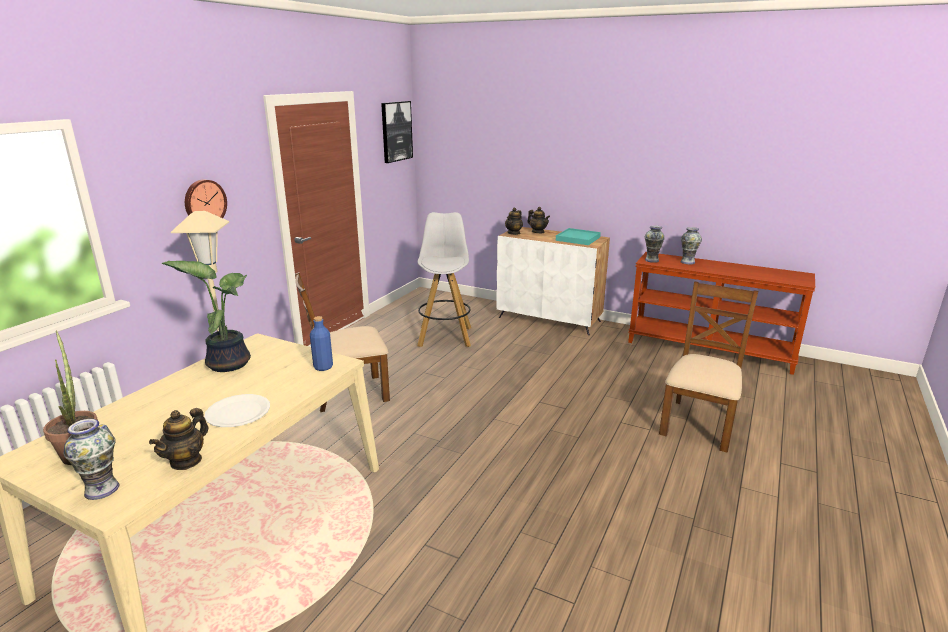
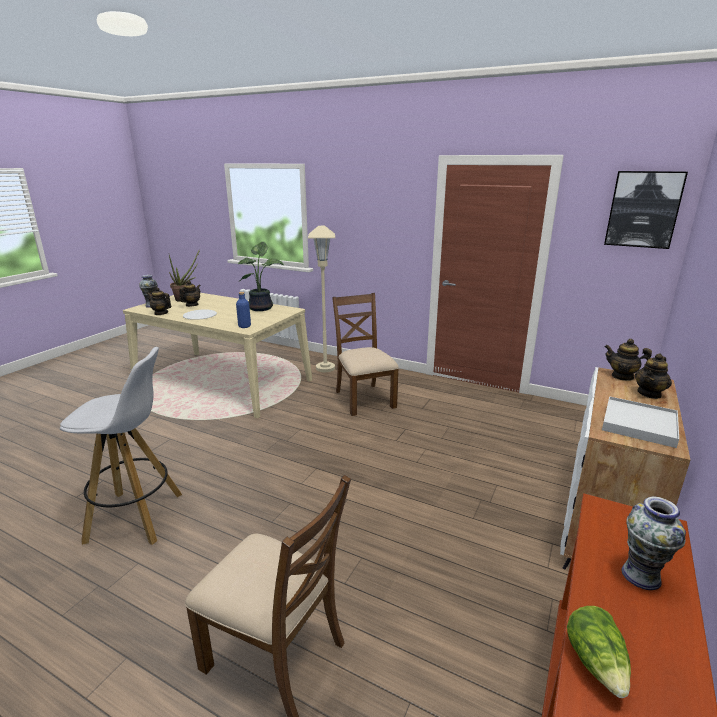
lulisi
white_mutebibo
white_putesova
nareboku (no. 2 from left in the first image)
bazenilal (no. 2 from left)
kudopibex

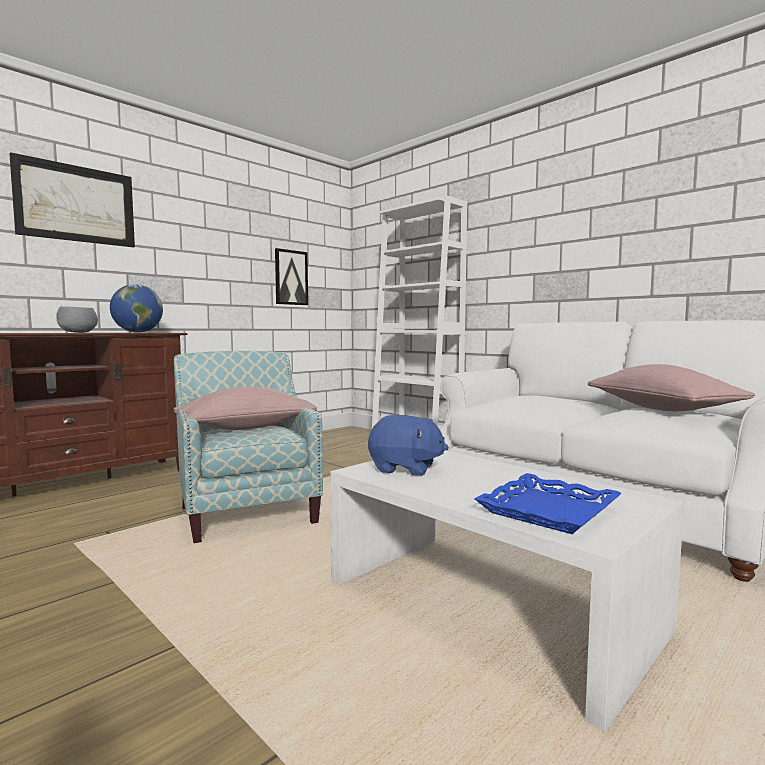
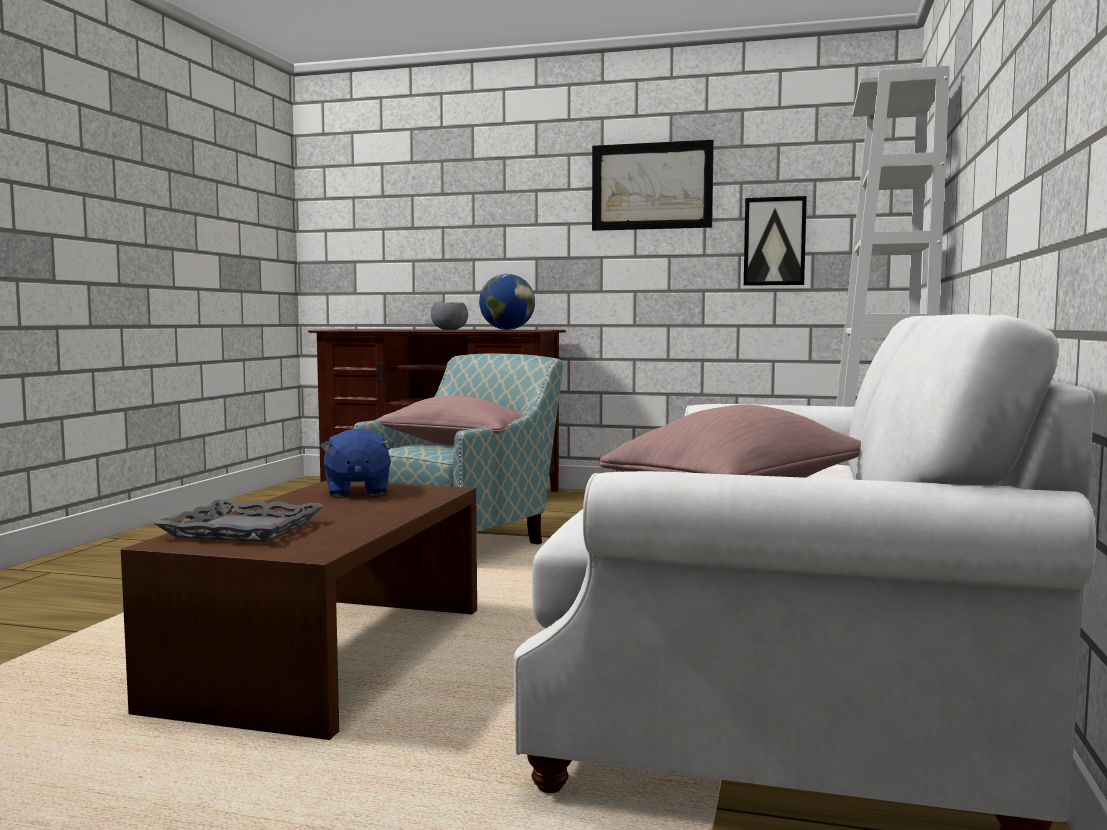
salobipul (no. 1 from left)
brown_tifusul
grey_putesova

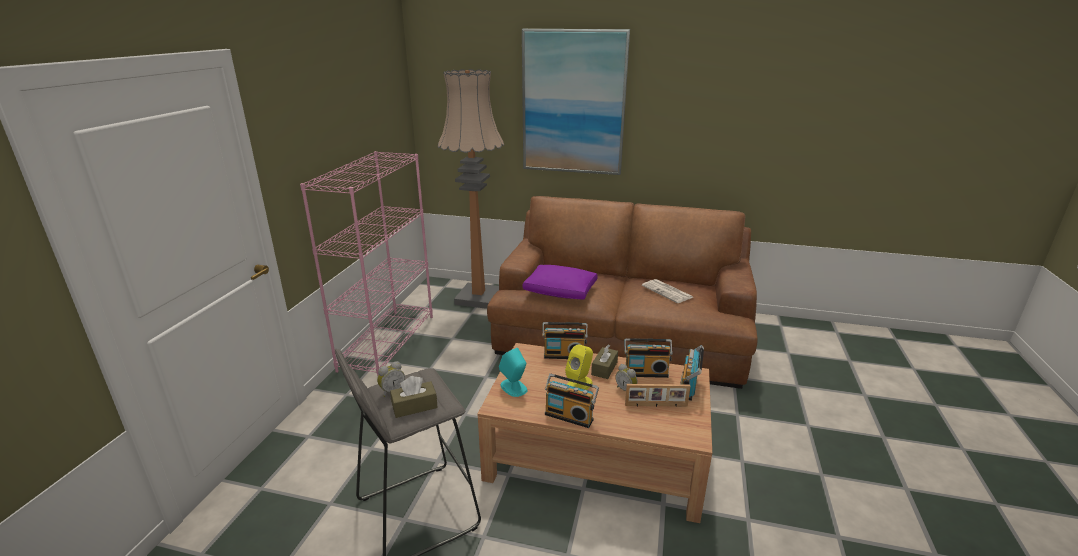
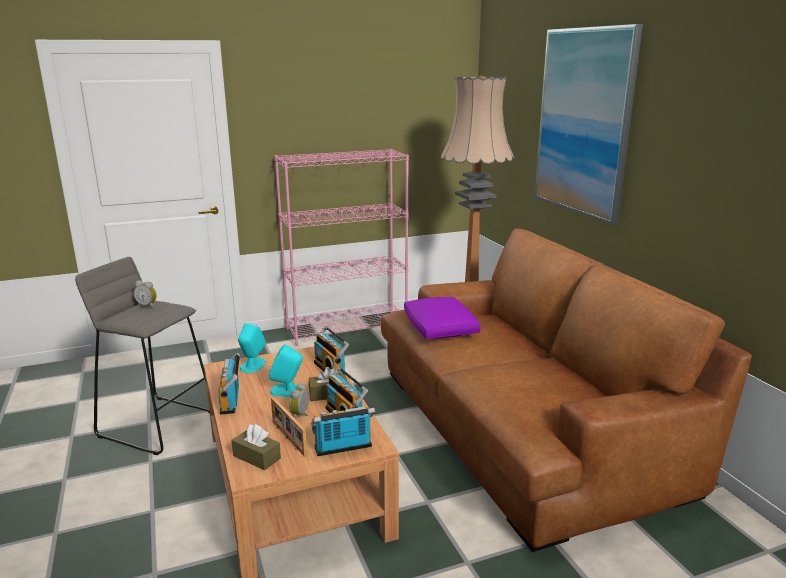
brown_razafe (no. 1 from left)
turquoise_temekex (no. 2 from left)
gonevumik

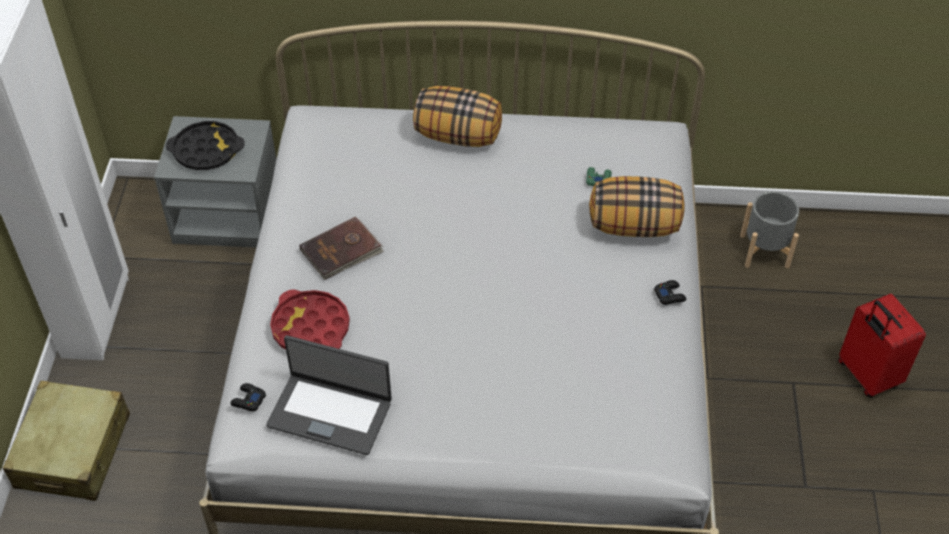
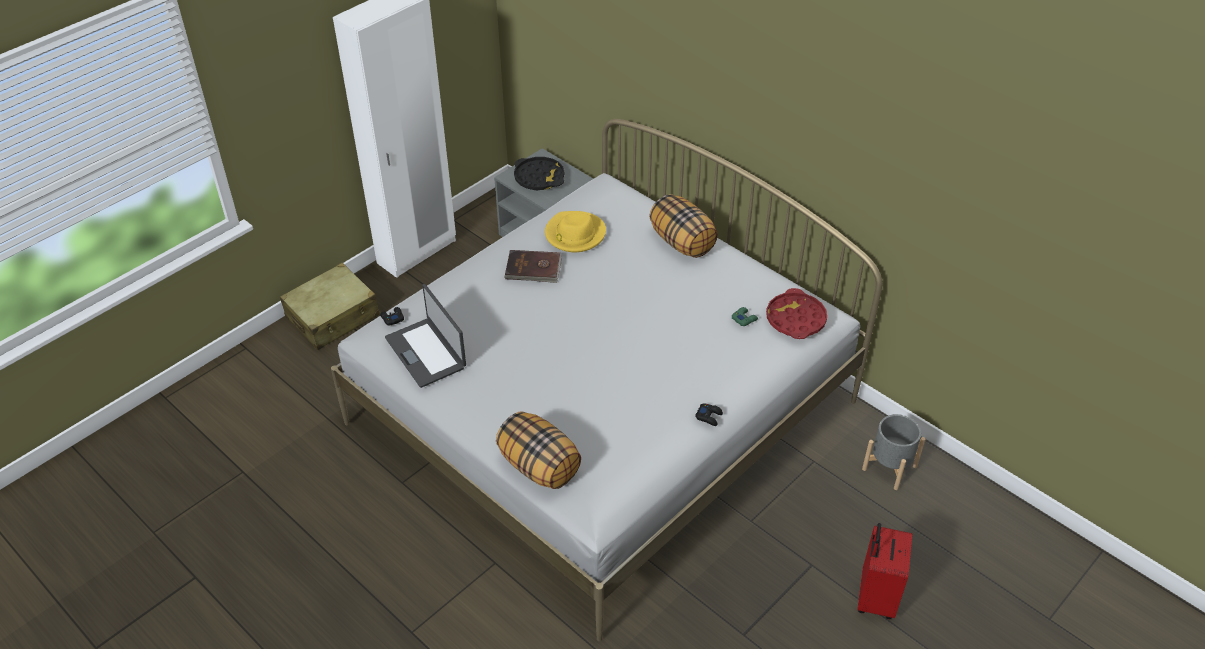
red_putesova
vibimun (no. 1 from left)
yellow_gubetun

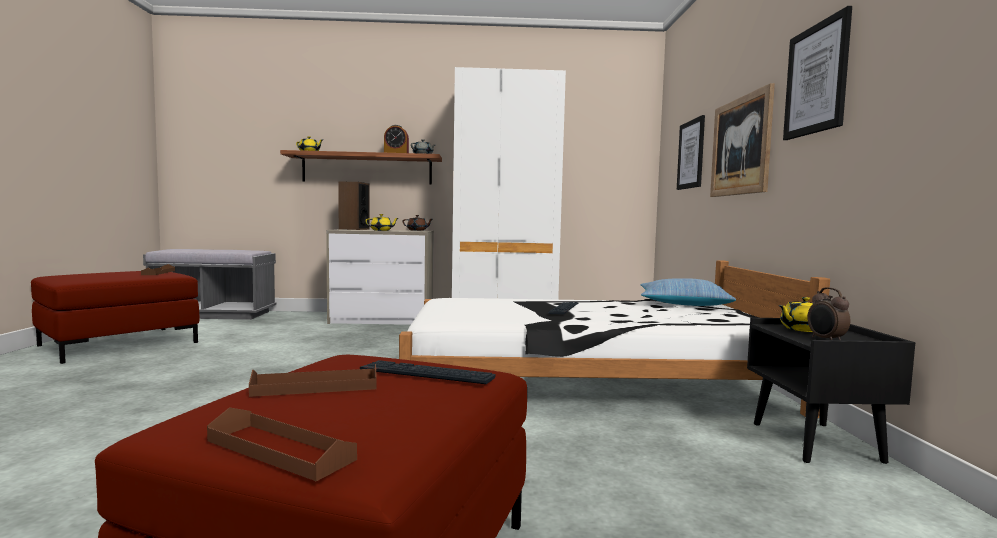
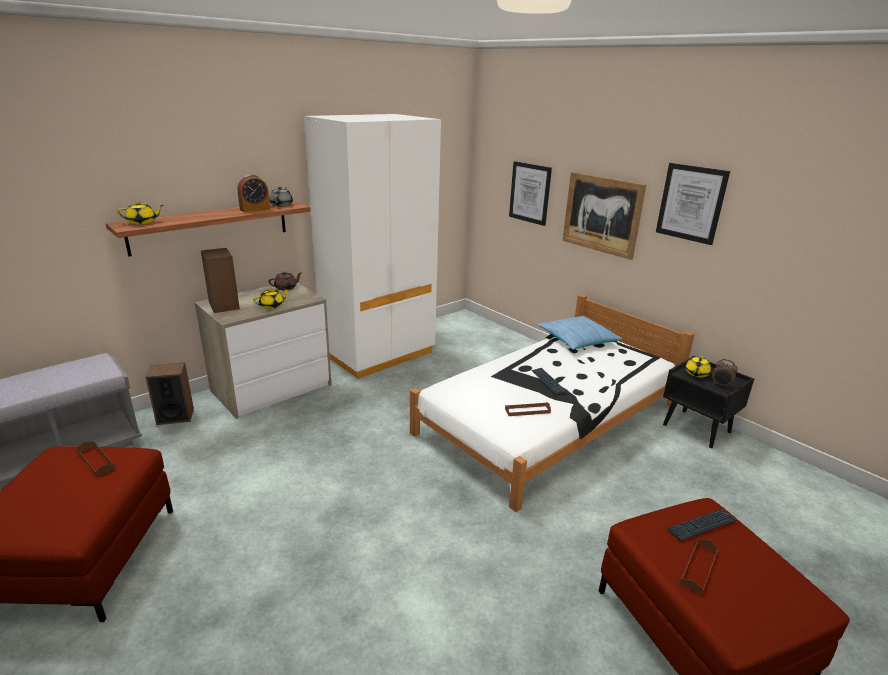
brown_putesova (no. 2 from left)
temekex (no. 1 from left)

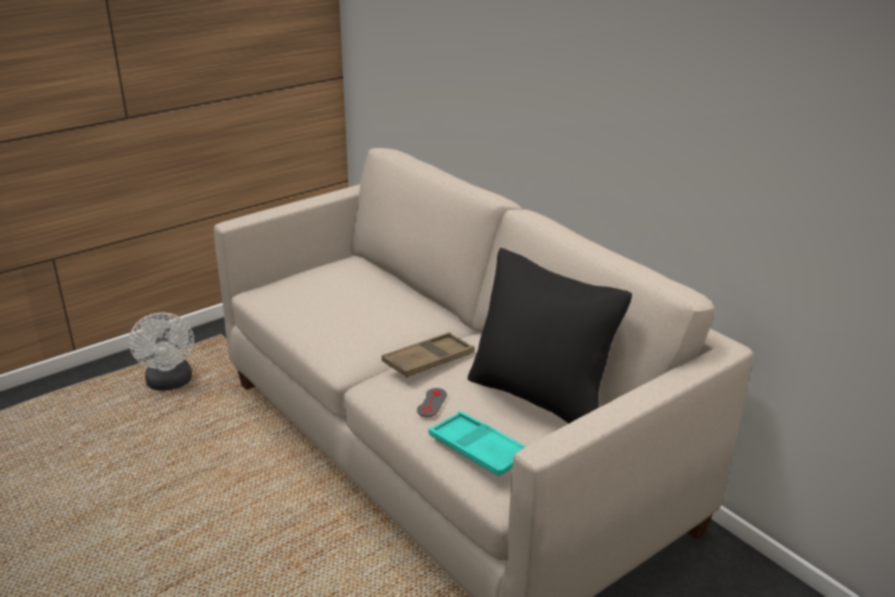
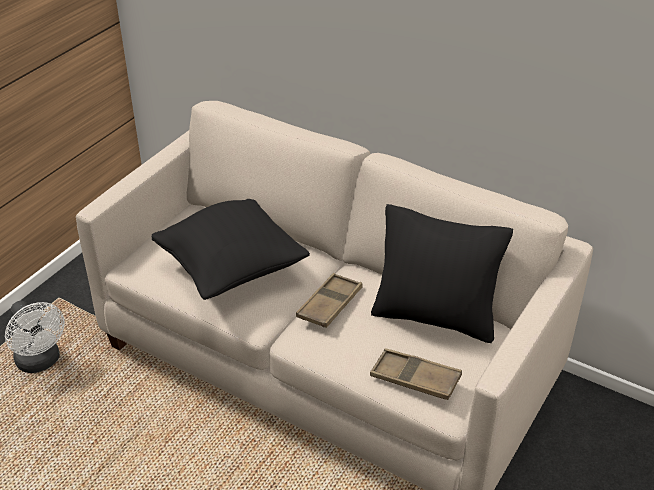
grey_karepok
brown_putesova (no. 2 from left)
black_vibimun (no. 1 from left)

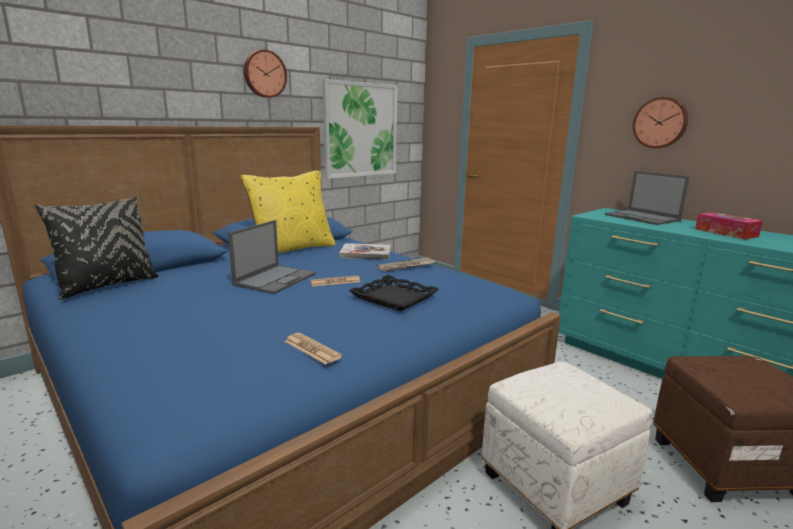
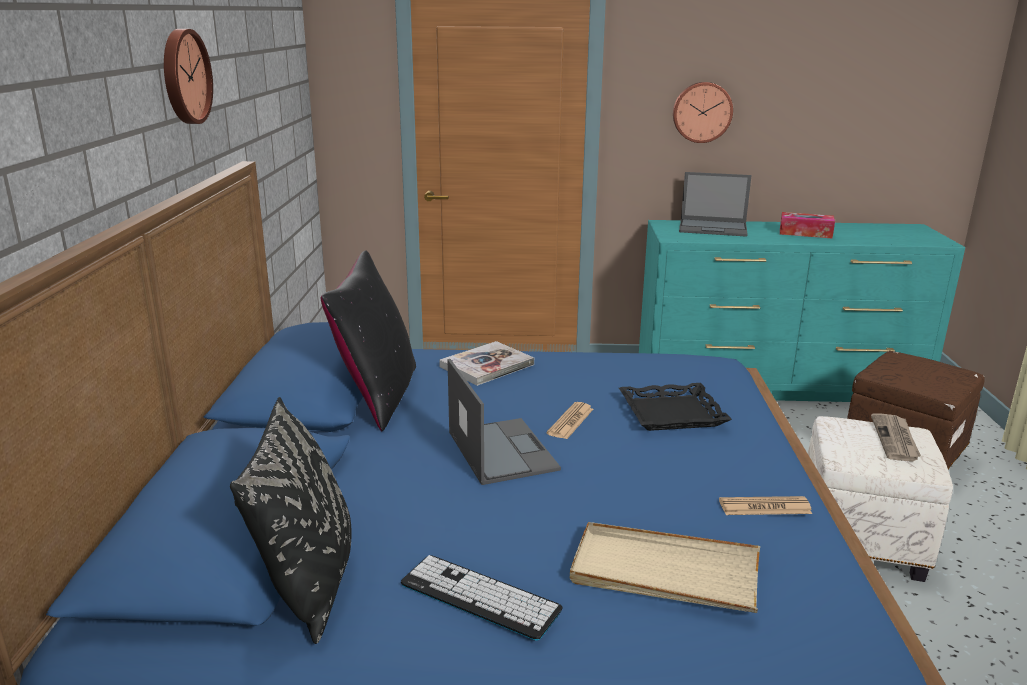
black_vibimun (no. 2 from left)
salobipul
gonevumik (no. 3 from left)
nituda
beige_putesova

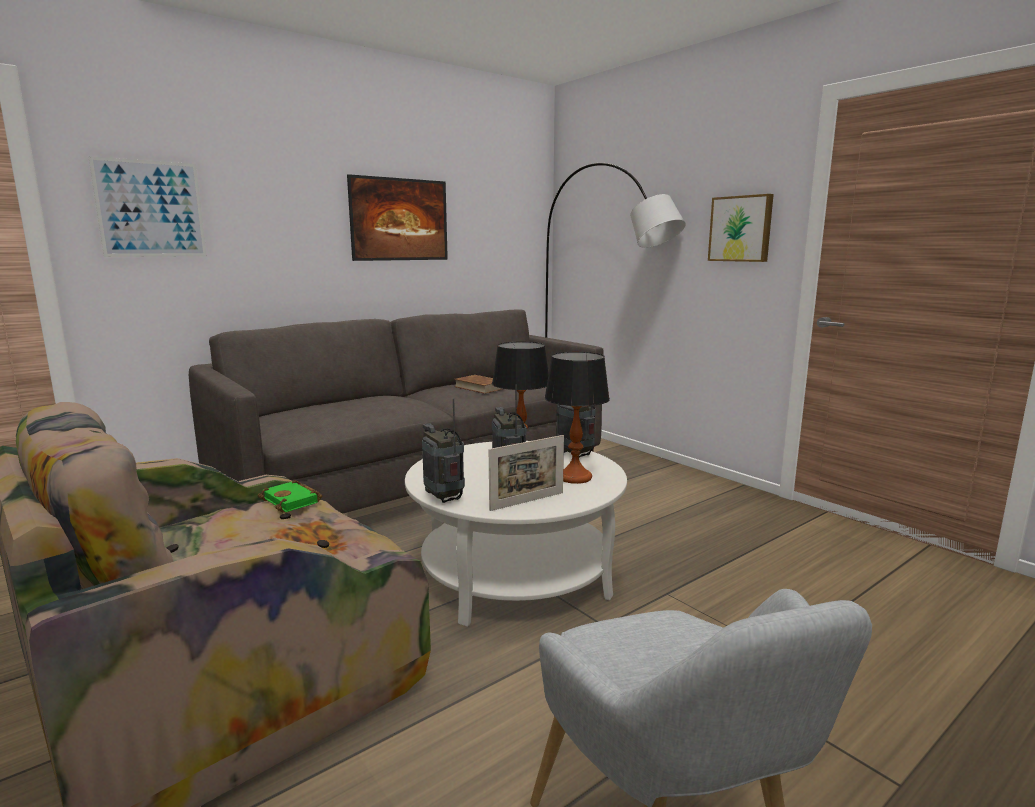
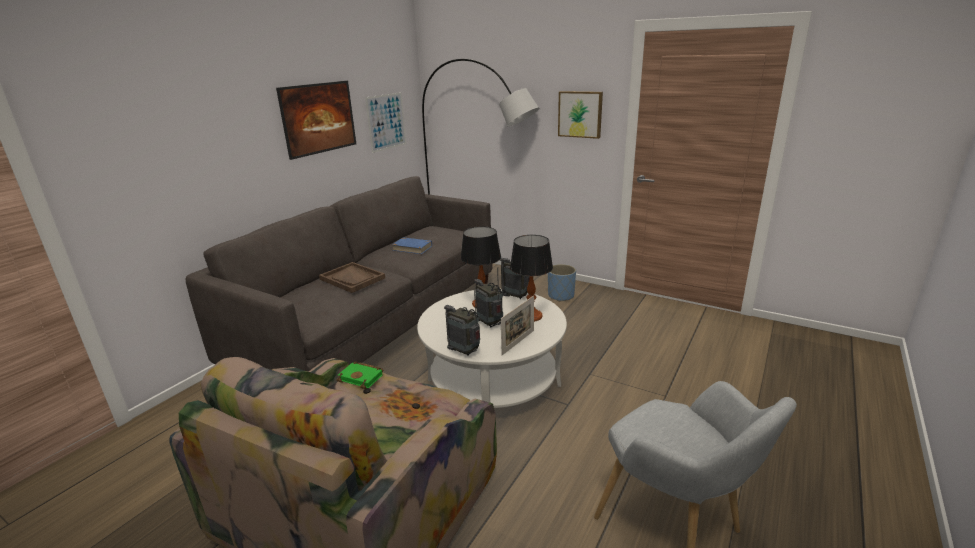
salobipul (no. 2 from left)
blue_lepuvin
brown_putesova
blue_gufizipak

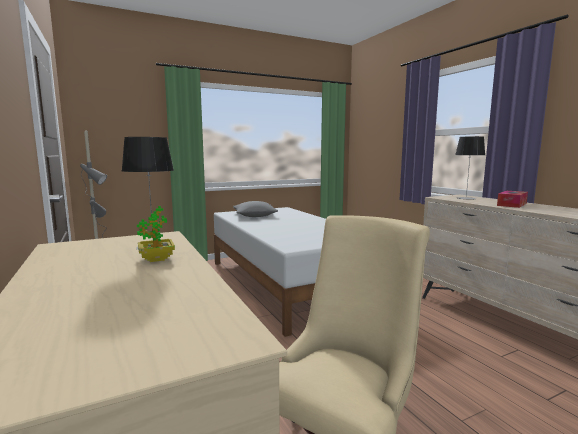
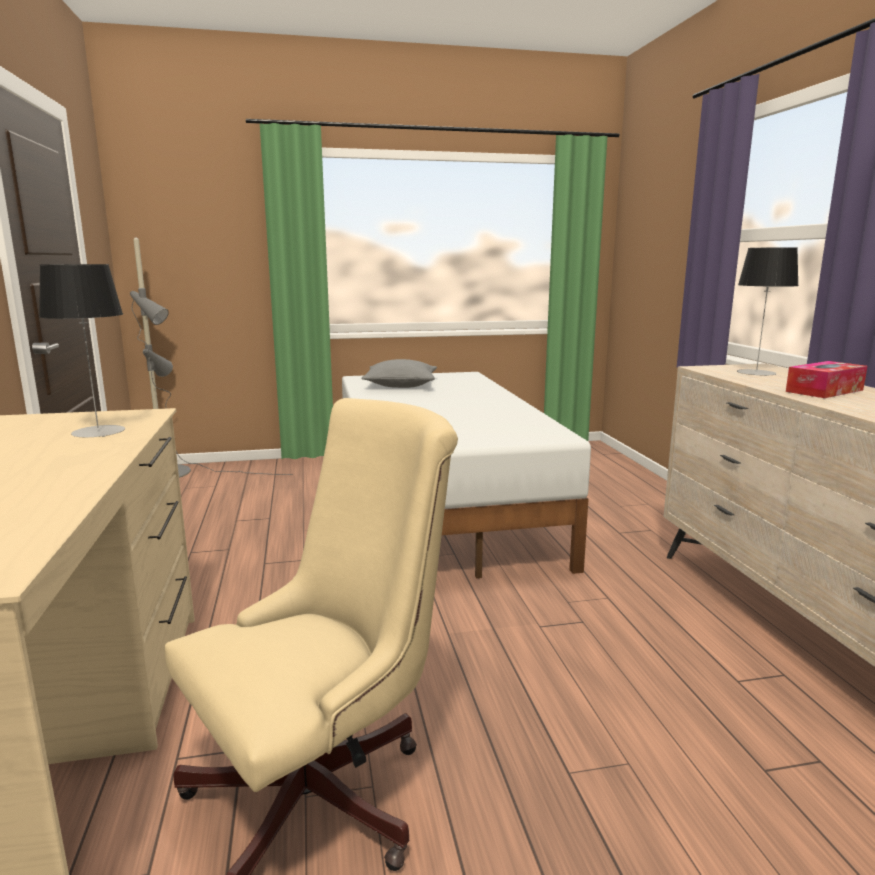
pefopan

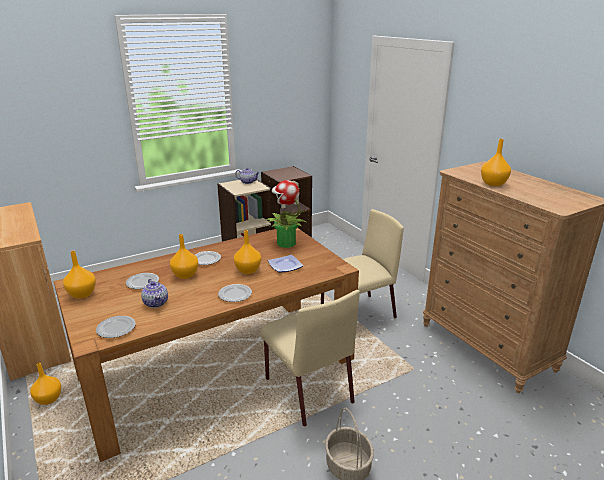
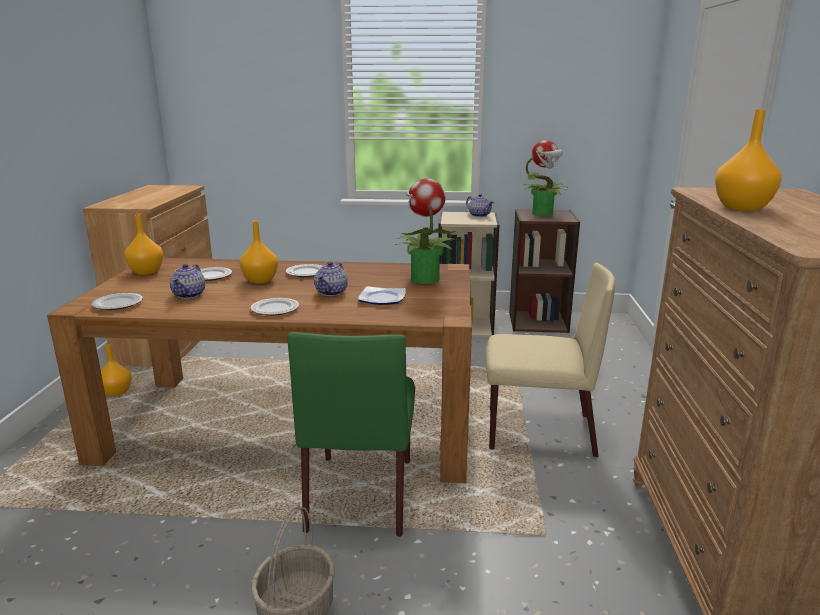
bazenilal (no. 2 from left)
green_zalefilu
pefopan (no. 2 from left)

